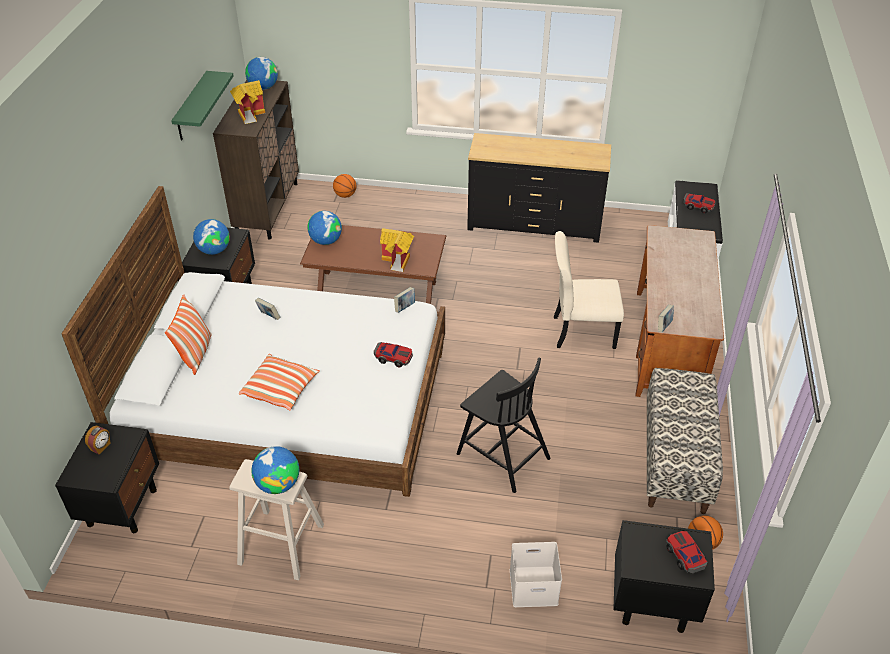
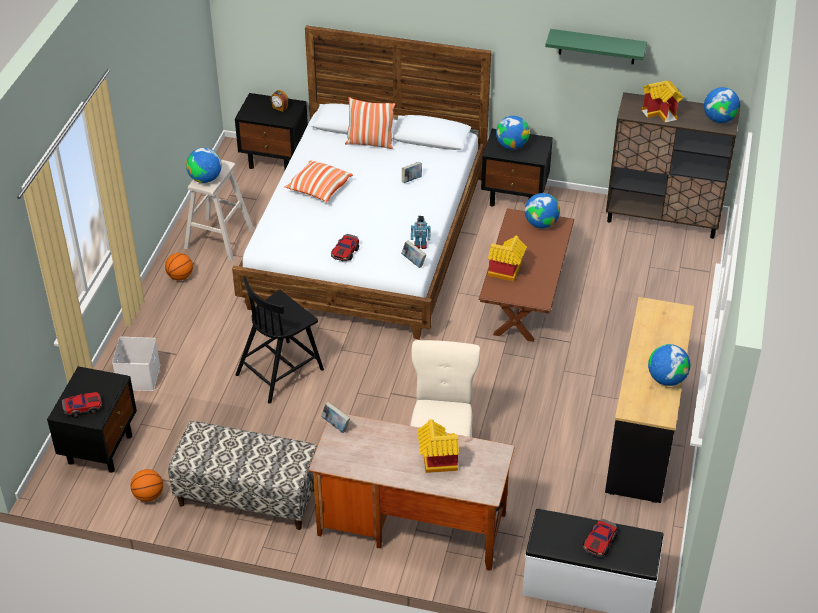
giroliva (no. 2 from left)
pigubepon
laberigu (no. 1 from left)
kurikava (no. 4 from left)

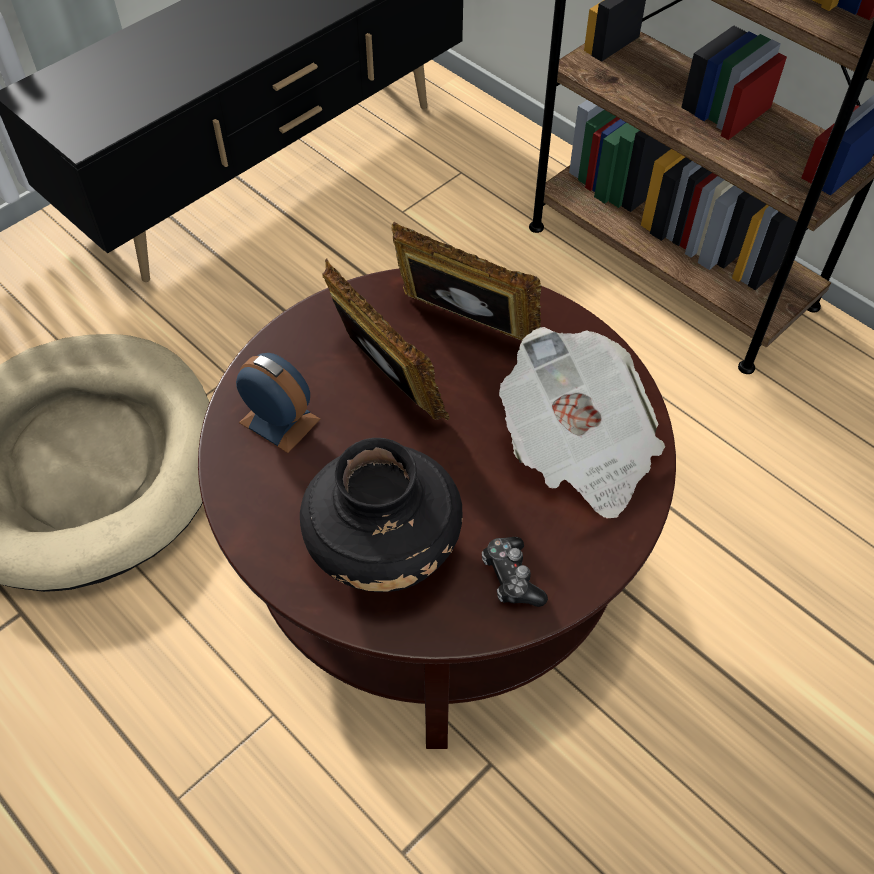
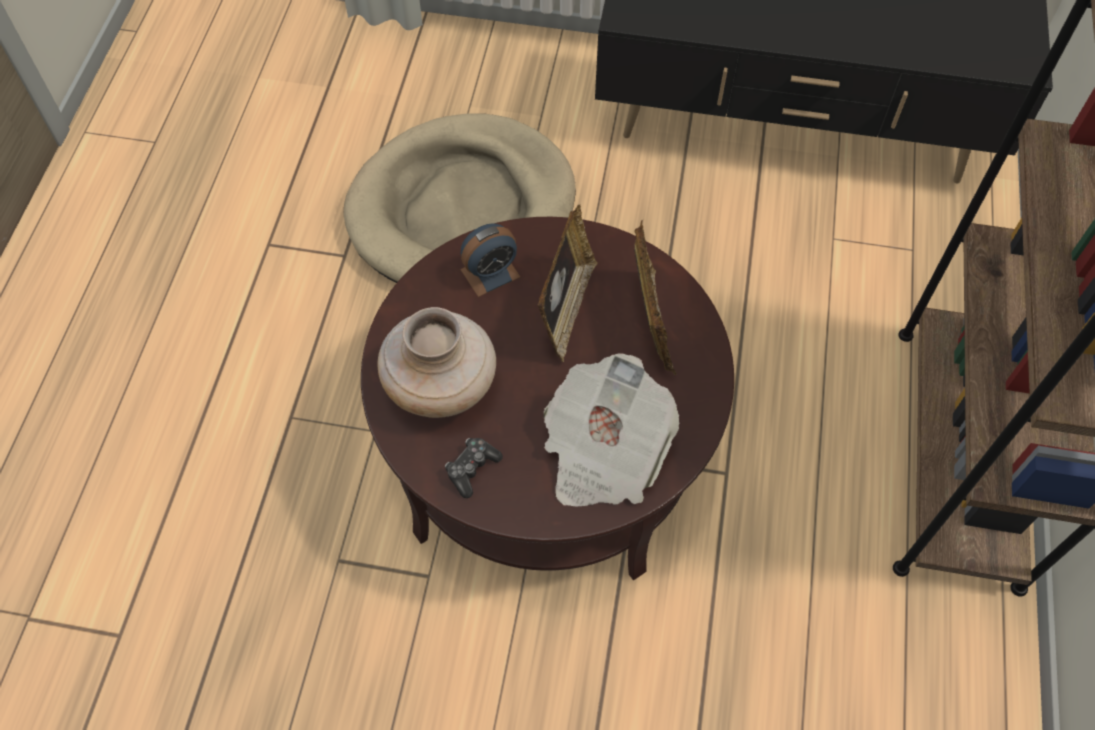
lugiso
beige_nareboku

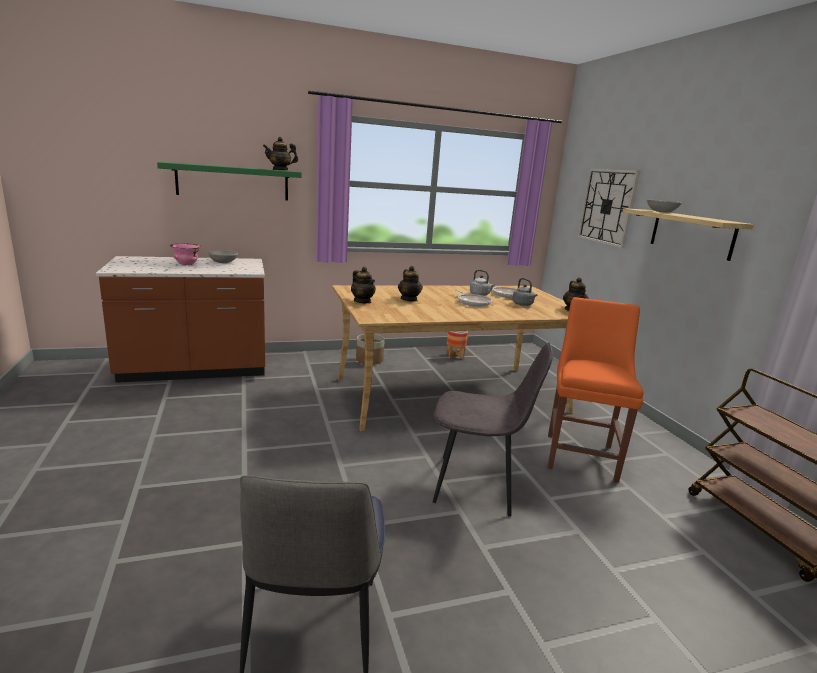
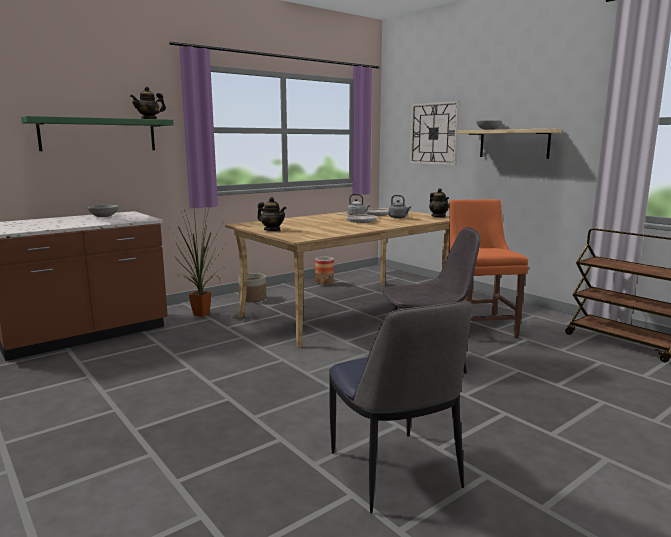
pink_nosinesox
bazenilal (no. 3 from left in the first image)
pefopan

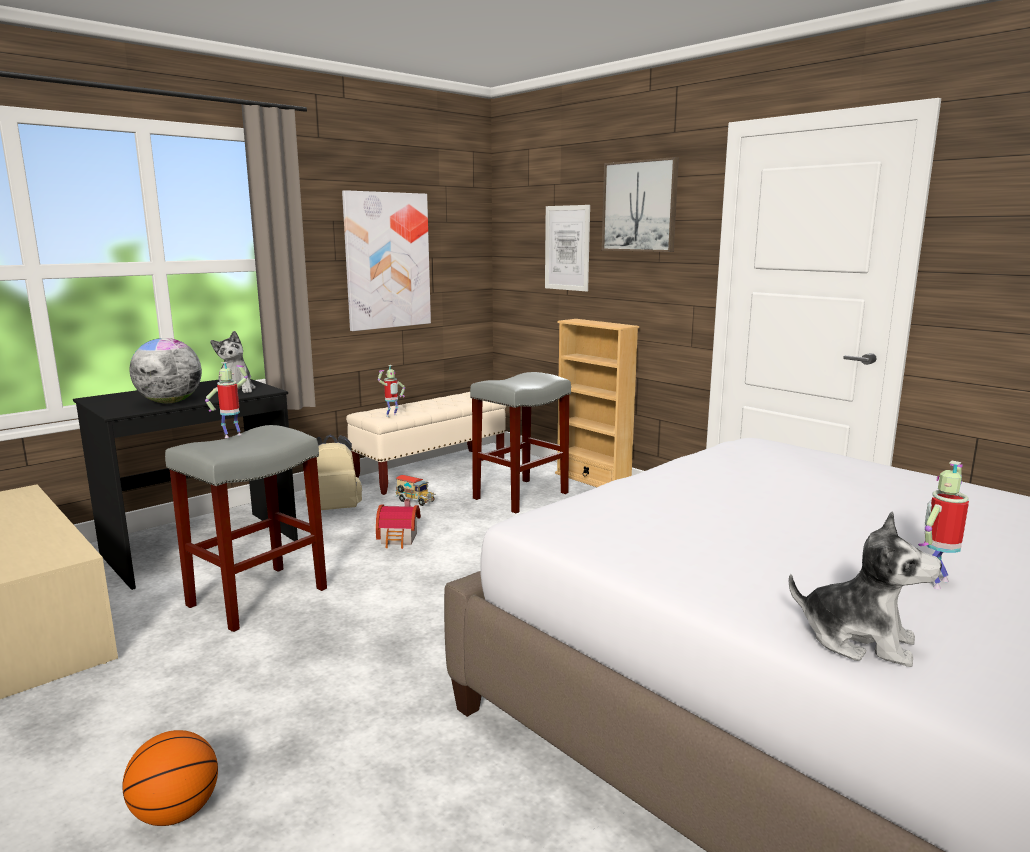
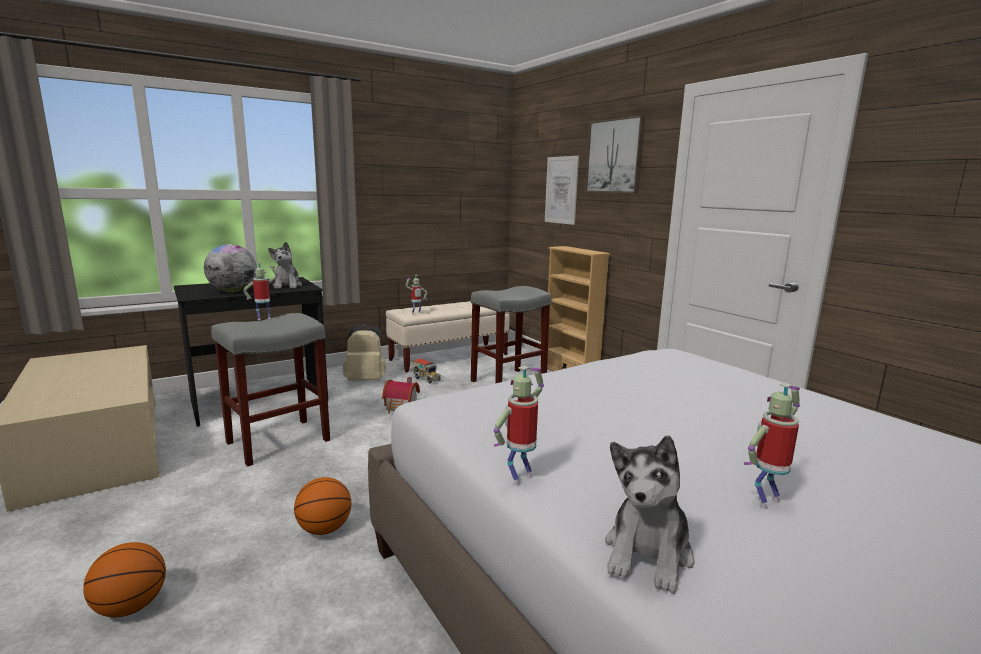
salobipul (no. 1 from left in the first image)
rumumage (no. 2 from left)
giroliva (no. 2 from left)
pigubepon (no. 3 from left)

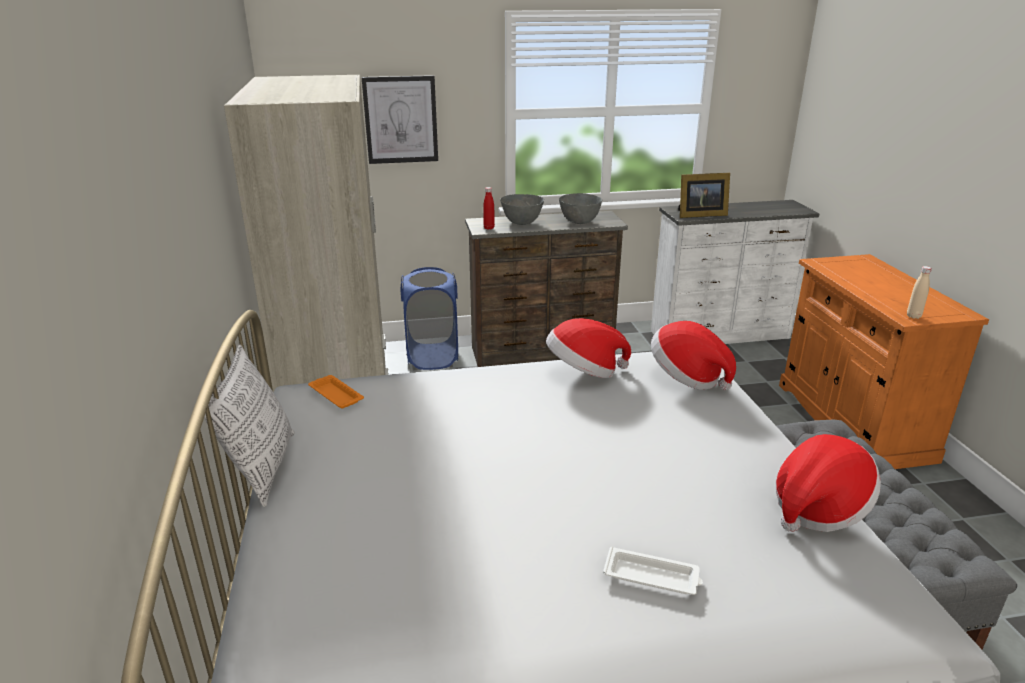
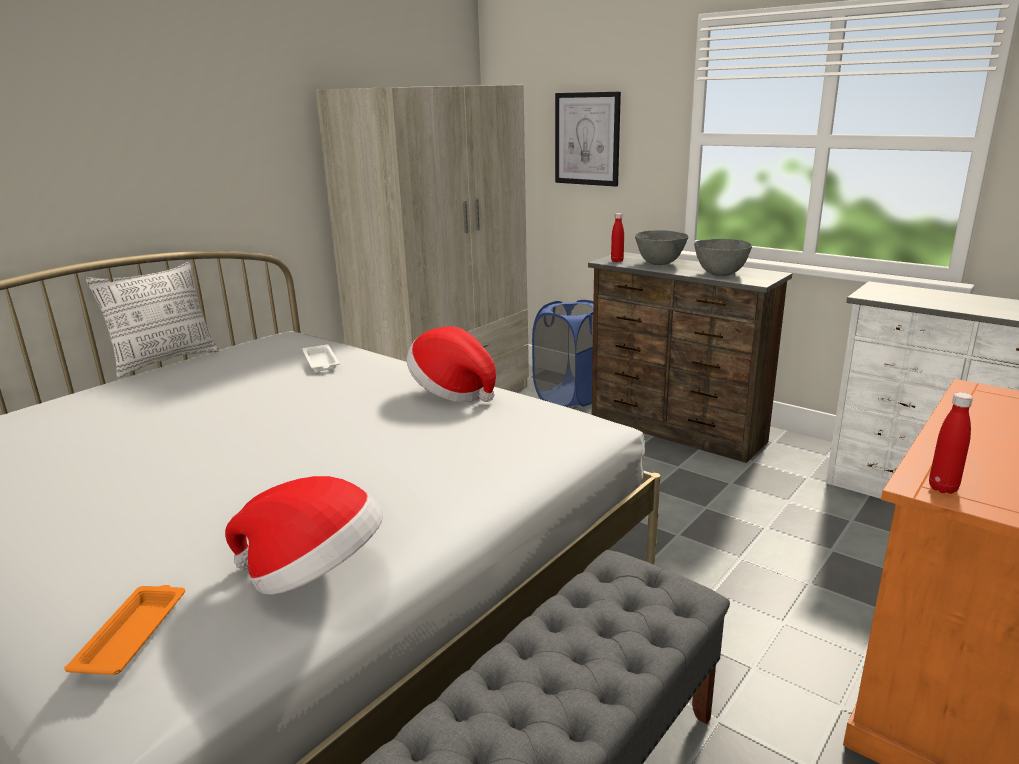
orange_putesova
white_putesova
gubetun (no. 2 from left in the first image)
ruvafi
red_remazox (no. 2 from left)

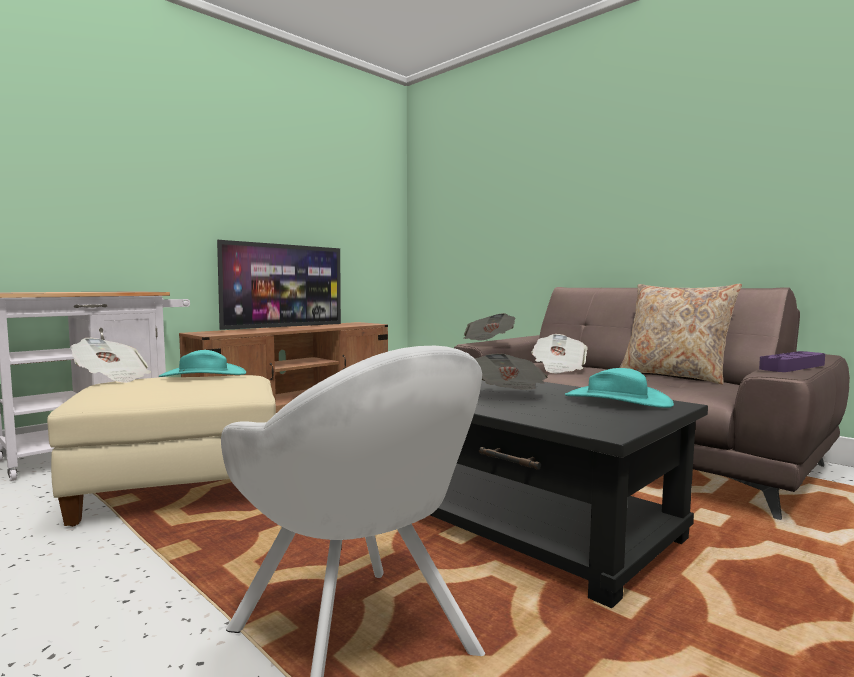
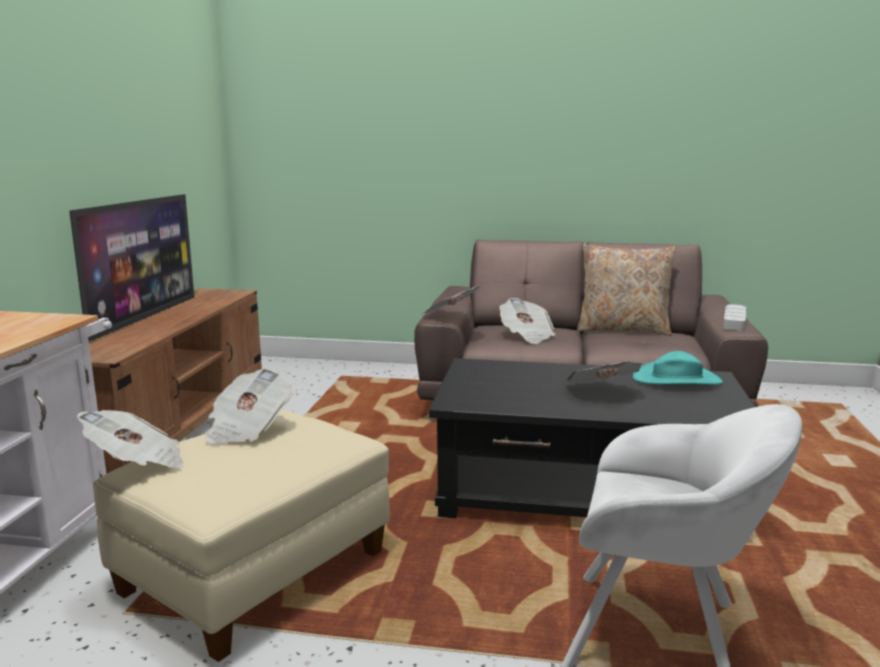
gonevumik (no. 2 from left)
grey_putesova

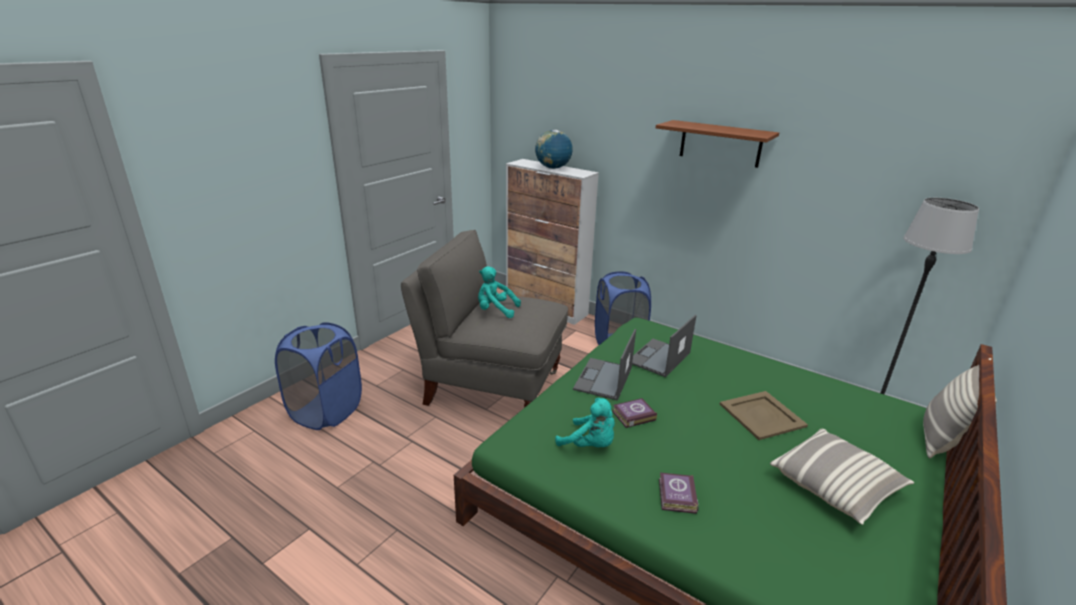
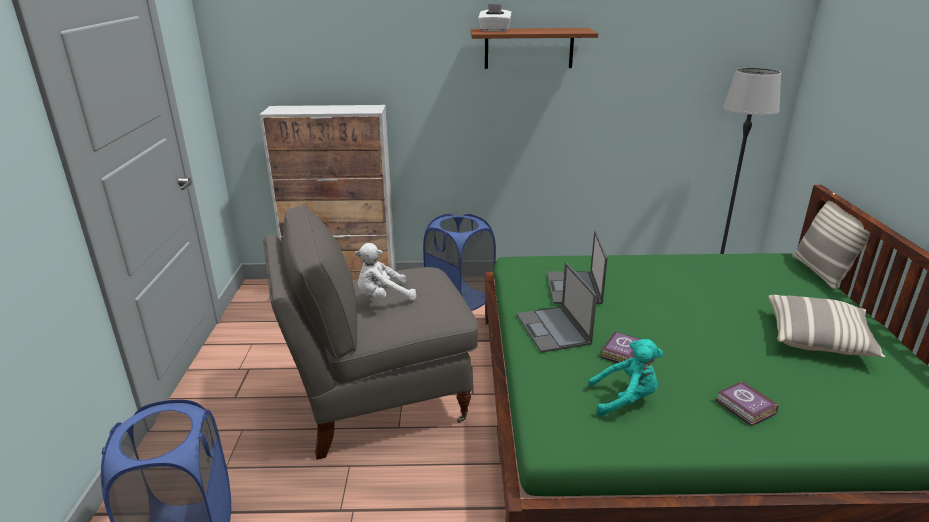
white_rumumage
kurikava
beige_putesova
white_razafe

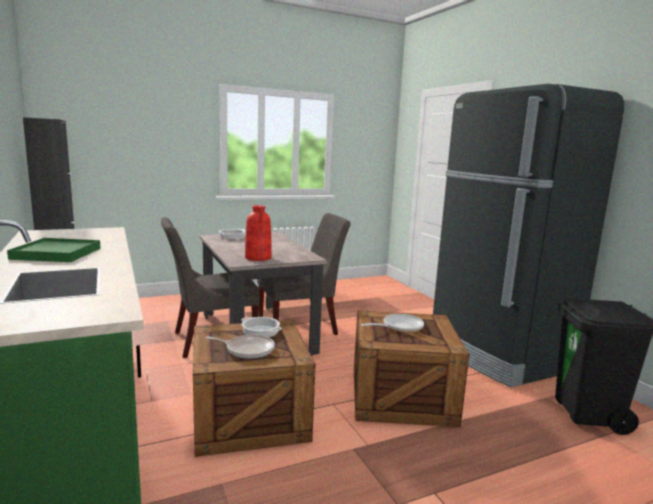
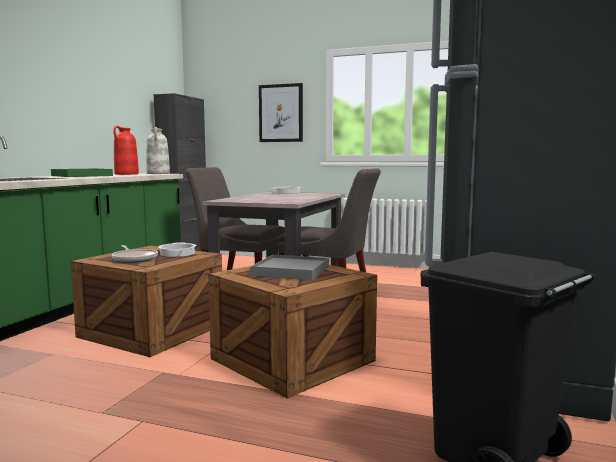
red_nareboku
grey_putesova
white_nareboku
salobipul

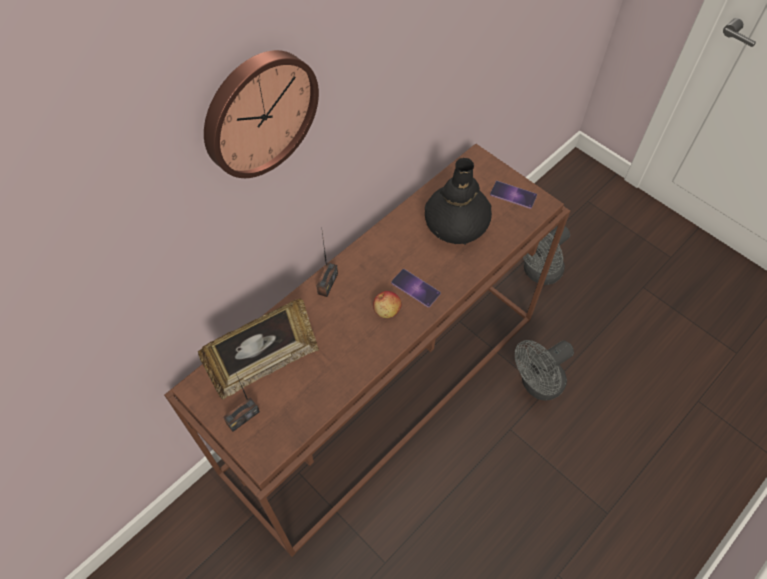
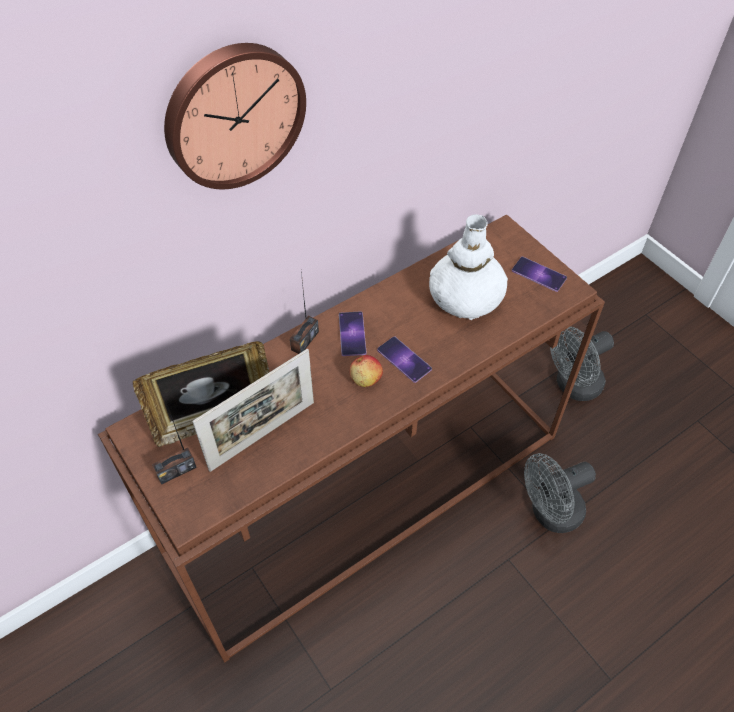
white_nareboku
ruvafi (no. 2 from left)
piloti (no. 1 from left)

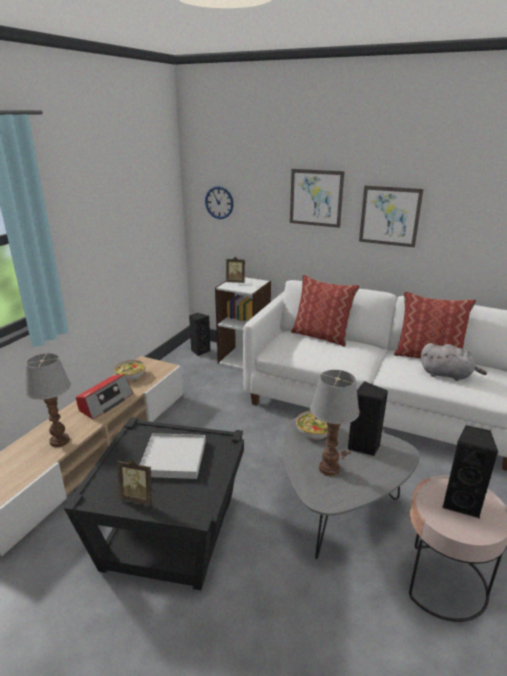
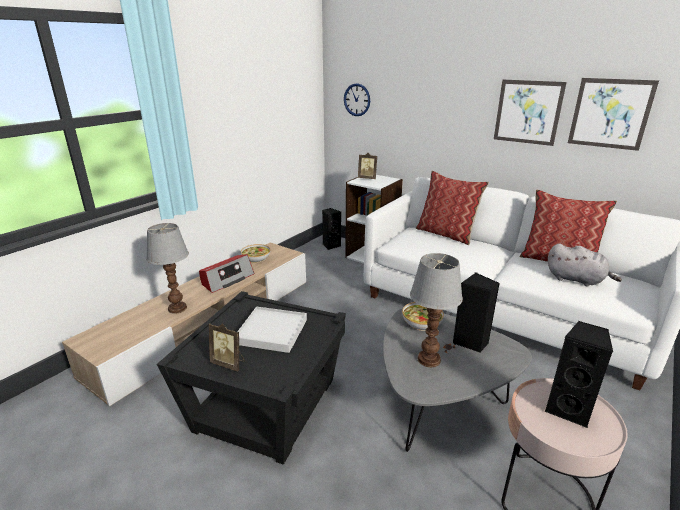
salobipul (no. 2 from left)

